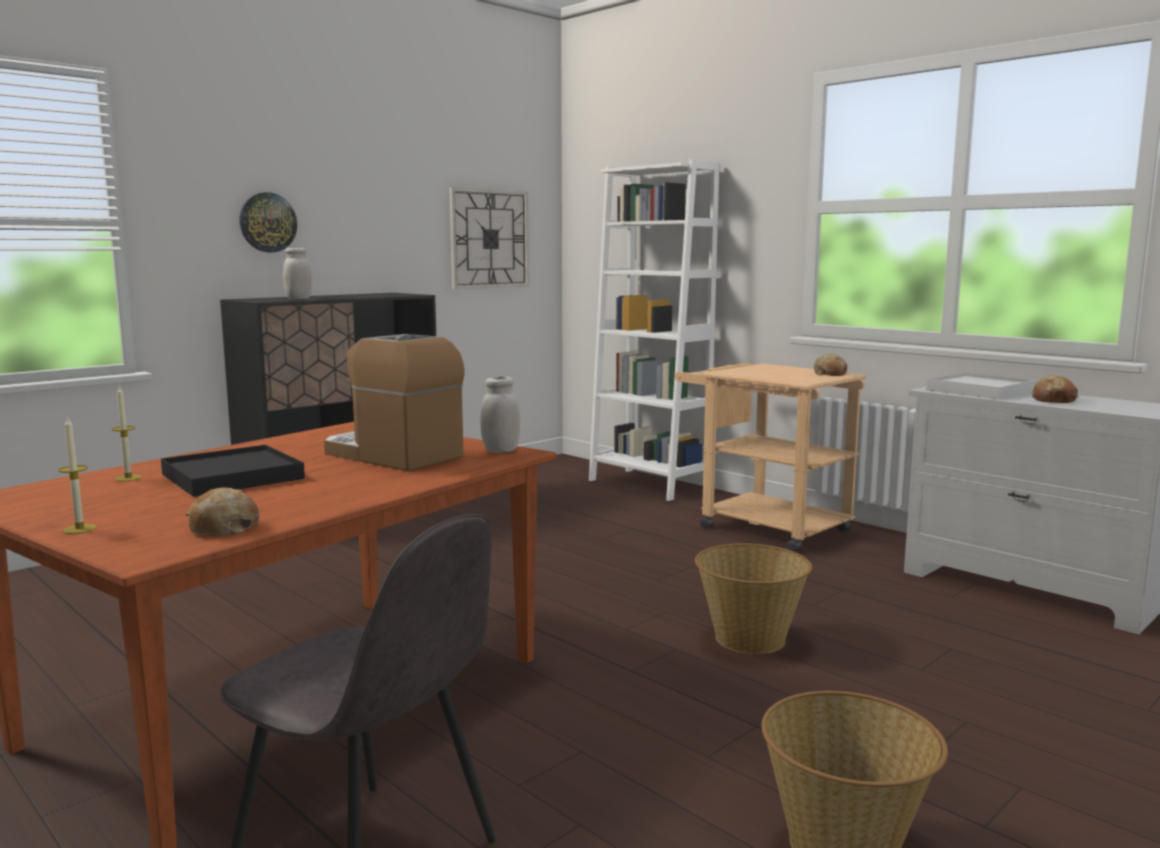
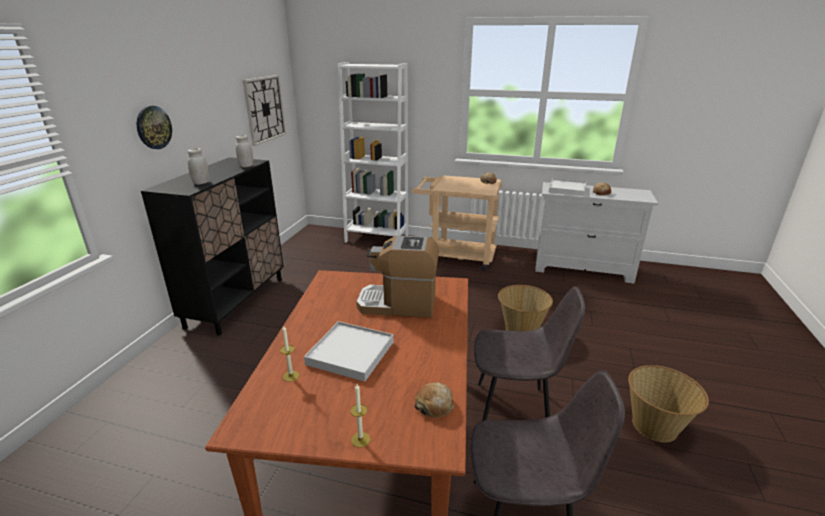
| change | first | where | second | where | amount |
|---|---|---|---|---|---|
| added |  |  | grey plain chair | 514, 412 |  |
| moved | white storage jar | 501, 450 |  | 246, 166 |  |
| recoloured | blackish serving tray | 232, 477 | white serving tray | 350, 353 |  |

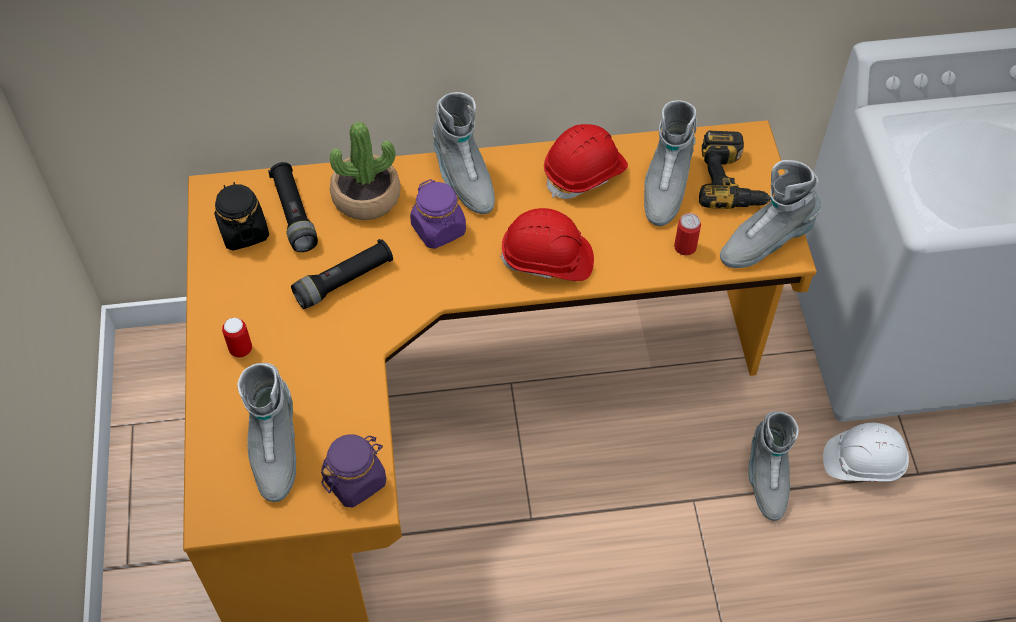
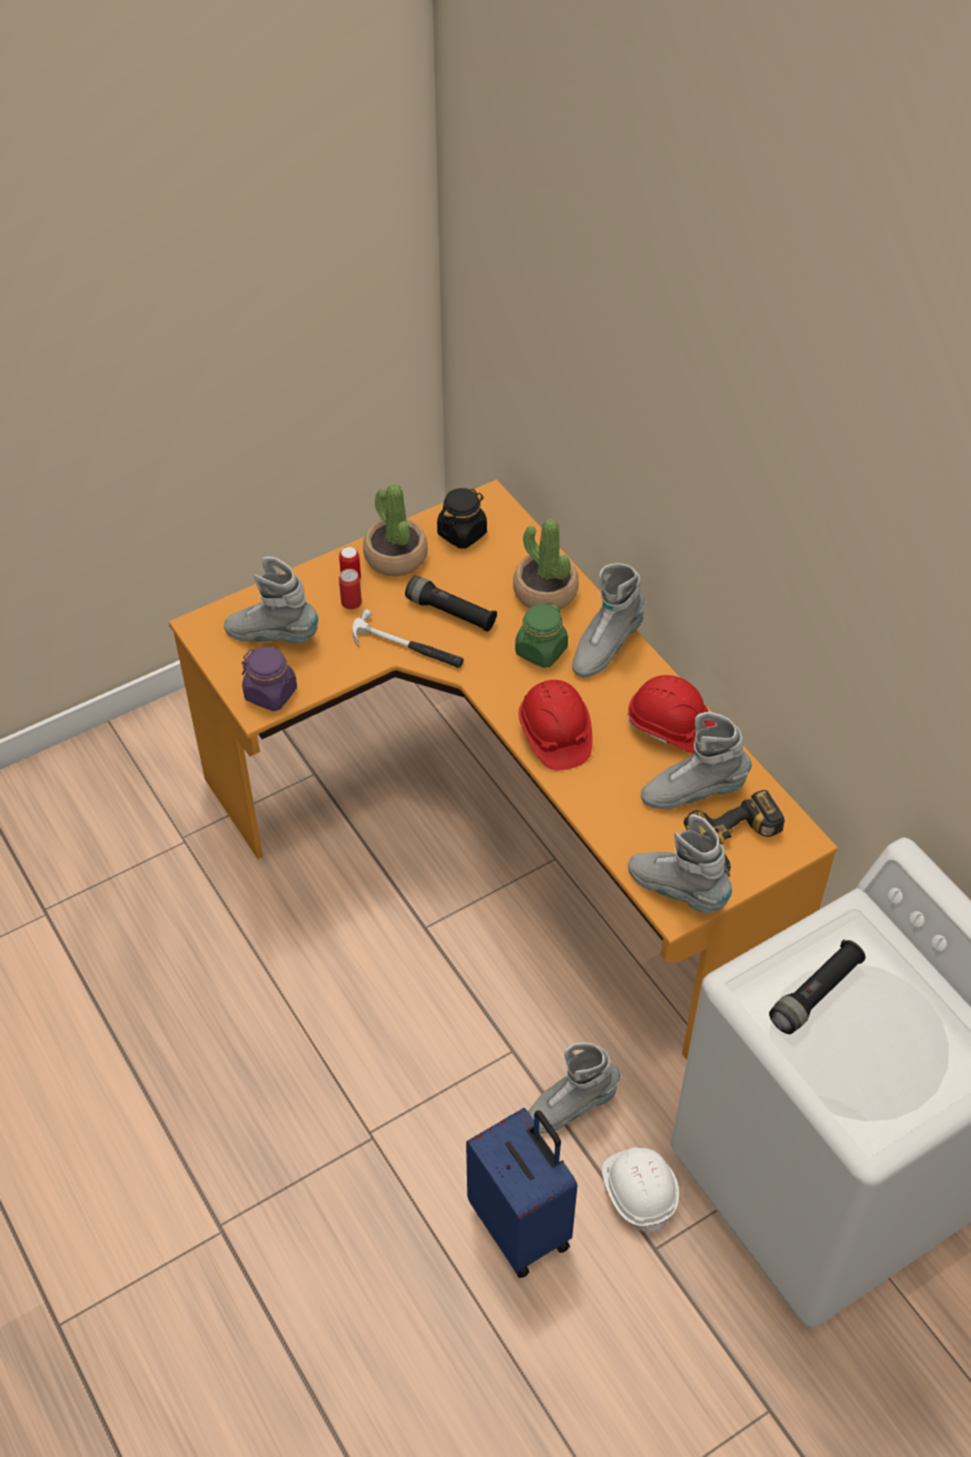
| change | first | where | second | where | amount |
|---|---|---|---|---|---|
| added |  |  | tool hammer | 407, 647 |  |
| added |  |  | potted plant | 395, 557 |  |
| added |  |  | bluish suitcase | 522, 1225 |  |
| moved | blackish hand torch | 294, 214 |  | 815, 994 |  |
| moved | metal can | 685, 247 |  | 351, 602 |  |
| recoloured | purple-coloured storage jar | 439, 229 | green storage jar | 541, 651 |  |
| turned | grey high-top boot | 274, 450 |  | 273, 636 | 45 degrees clockwise |

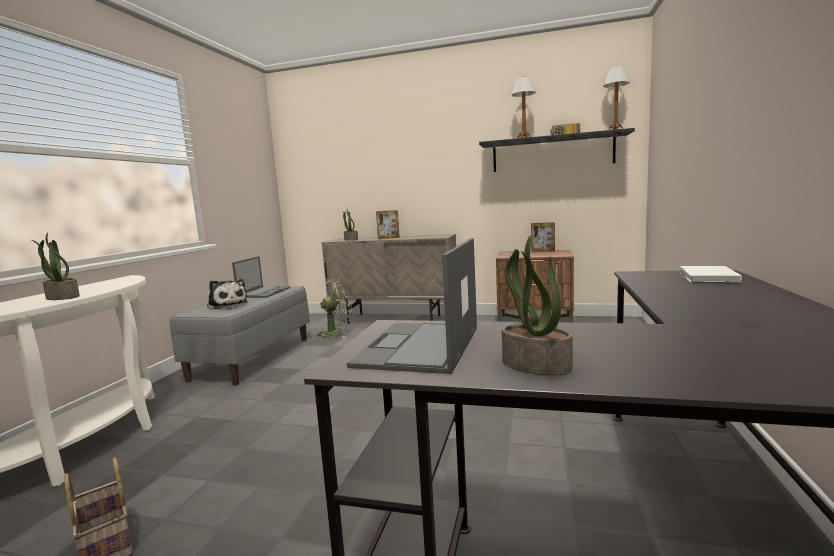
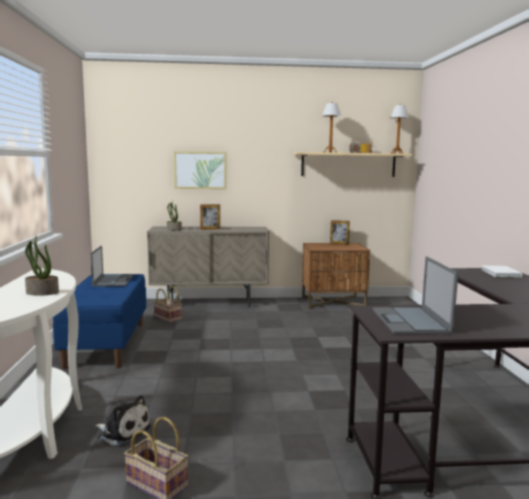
| change | first | where | second | where | amount |
|---|---|---|---|---|---|
| removed | potted plant | 534, 365 |  |  |  |
| added |  |  | wall art | 200, 170 |  |
| moved | cuddly toy | 227, 305 |  | 122, 431 |  |
| replaced | green cooling fan | 336, 333 | basket | 167, 318 |  |
| recoloured | grey bench | 252, 358 | bluish bench | 106, 343 |  |
| recoloured | blackish wall shelf | 552, 153 | beige wall shelf | 348, 164 |  |

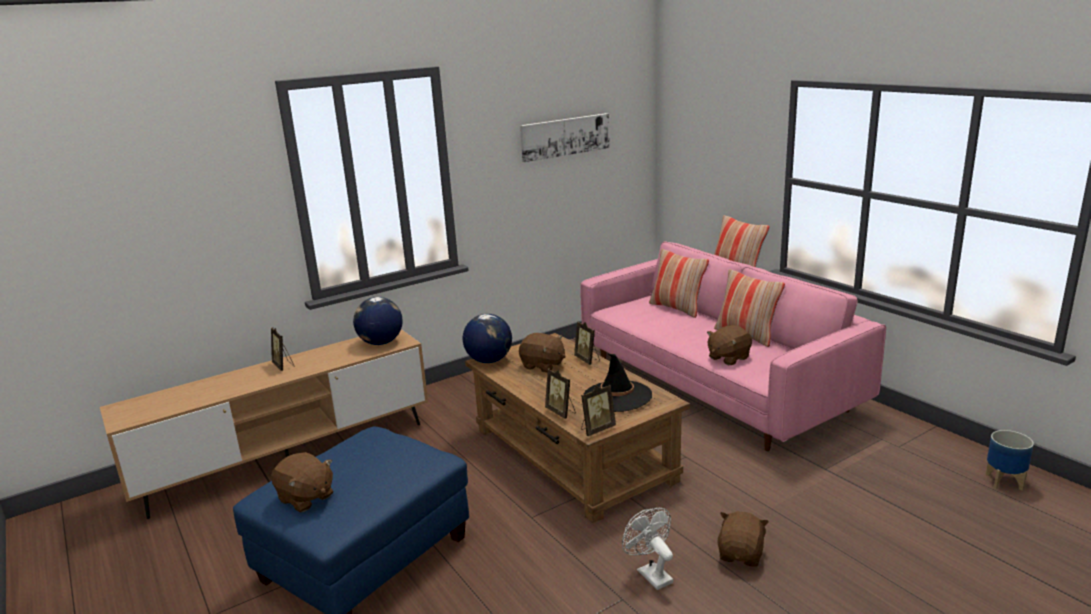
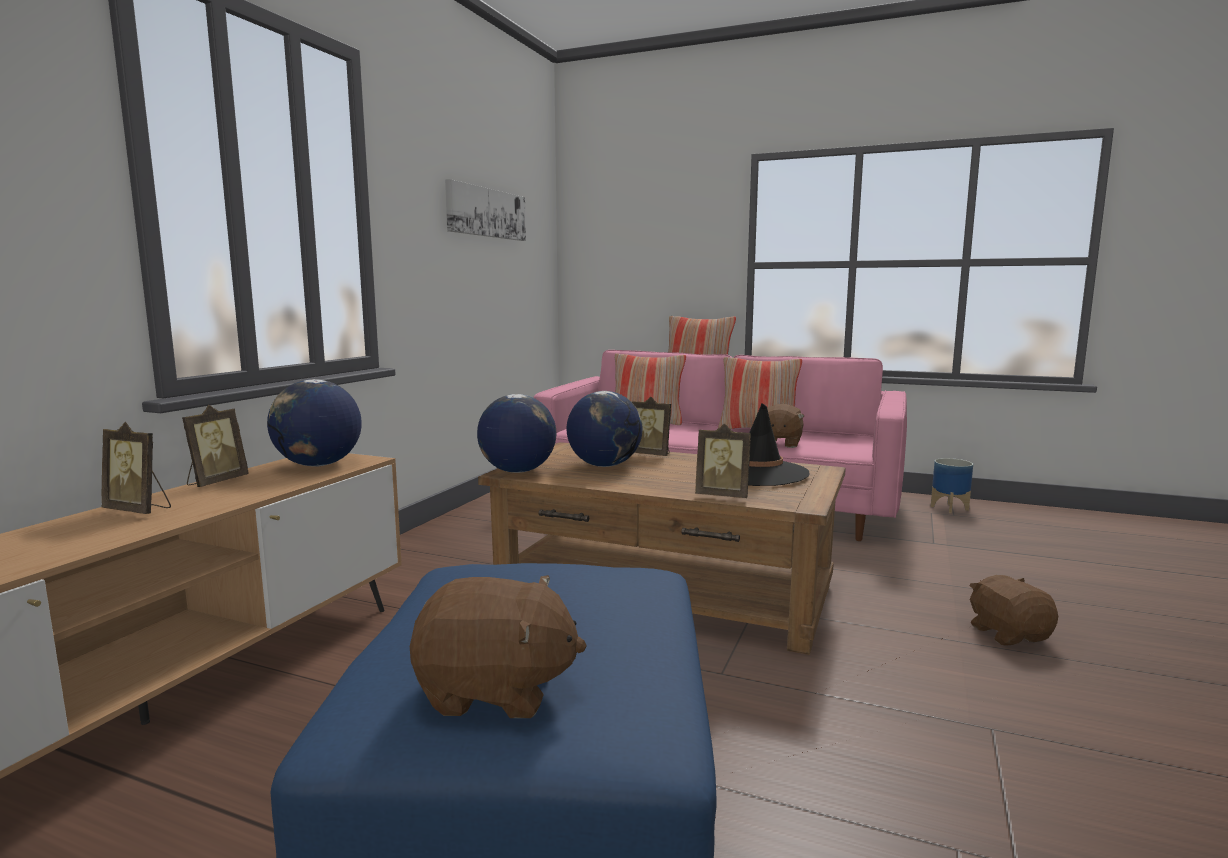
| change | first | where | second | where | amount |
|---|---|---|---|---|---|
| removed | white cooling fan | 650, 574 |  |  |  |
| moved | standing frame | 596, 429 |  | 216, 482 |  |
| moved | planter | 1004, 482 |  | 949, 508 |  |
| replaced | brown-coloured cuddly toy | 543, 365 | desk globe | 604, 465 |  |

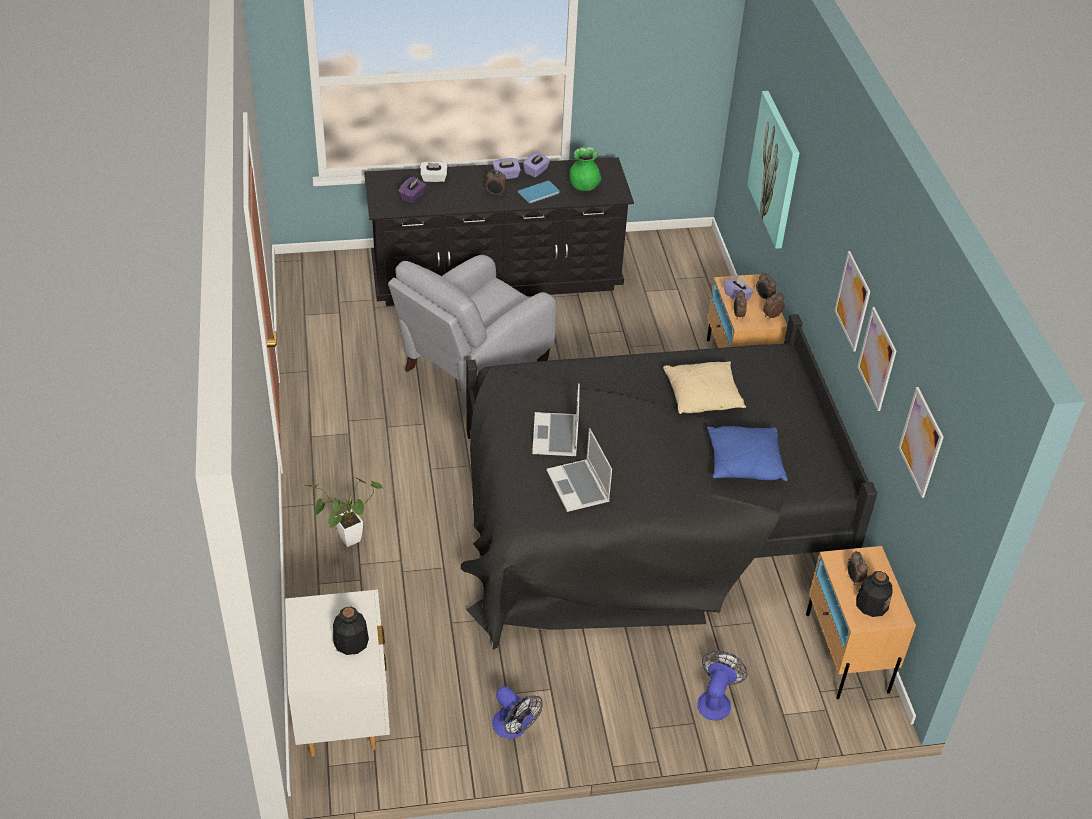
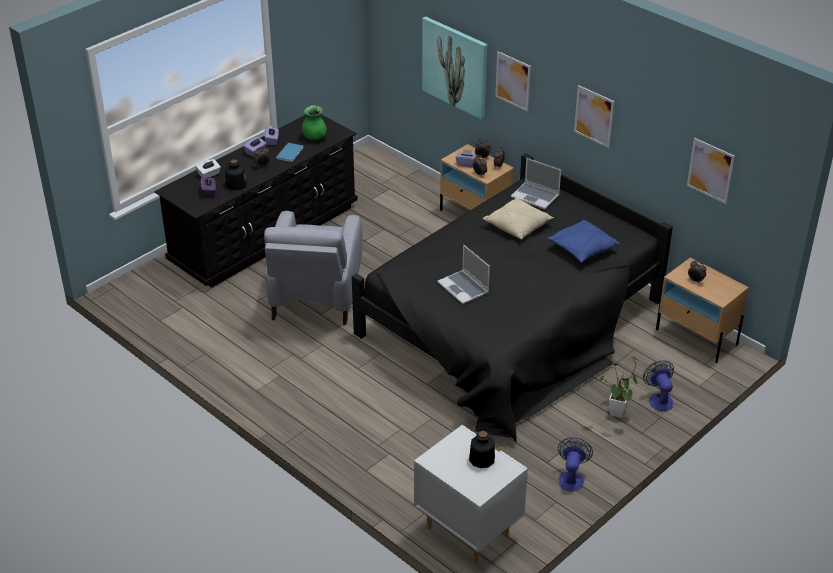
| change | first | where | second | where | amount |
|---|---|---|---|---|---|
| moved | potted plant | 346, 541 |  | 615, 415 |  |
| moved | portable computer | 579, 487 |  | 536, 196 |  |
| moved | beverage bottle | 871, 604 |  | 236, 185 |  |
| moved | wall art | 877, 359 |  | 513, 81 |  |
| turned | cooling fan | 514, 728 |  | 571, 477 | 90 degrees counterclockwise |

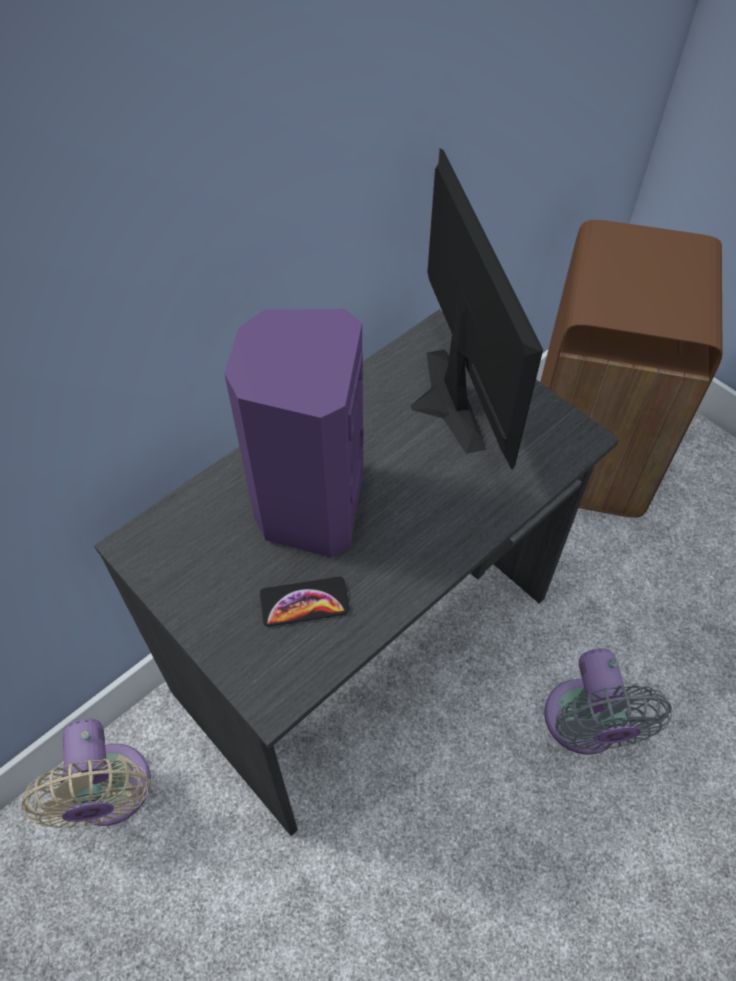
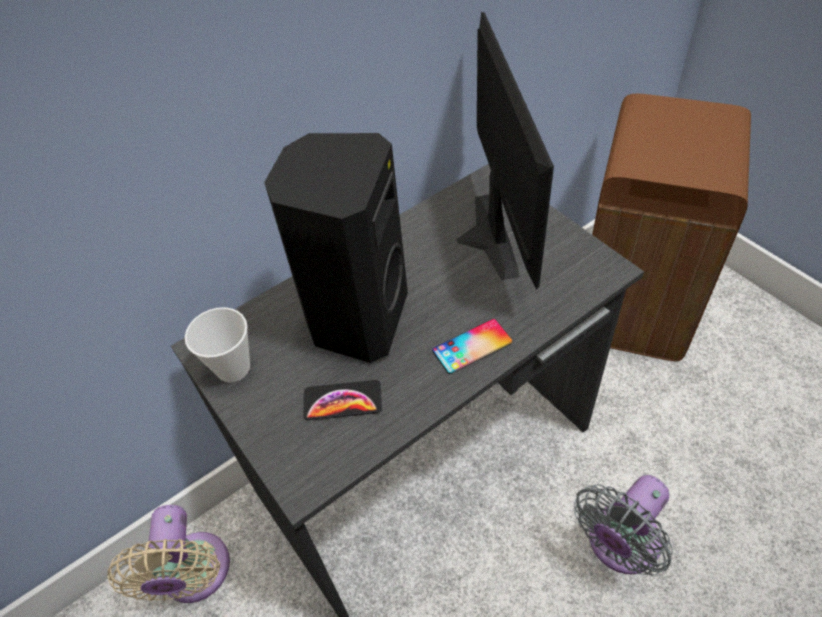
| change | first | where | second | where | amount |
|---|---|---|---|---|---|
| added |  |  | small cup | 233, 368 |  |
| added |  |  | telephone | 472, 346 |  |
| recoloured | purple-coloured speaker | 308, 505 | blackish speaker | 356, 319 |  |
| turned | grey cooling fan | 584, 726 |  | 619, 545 | 45 degrees clockwise |

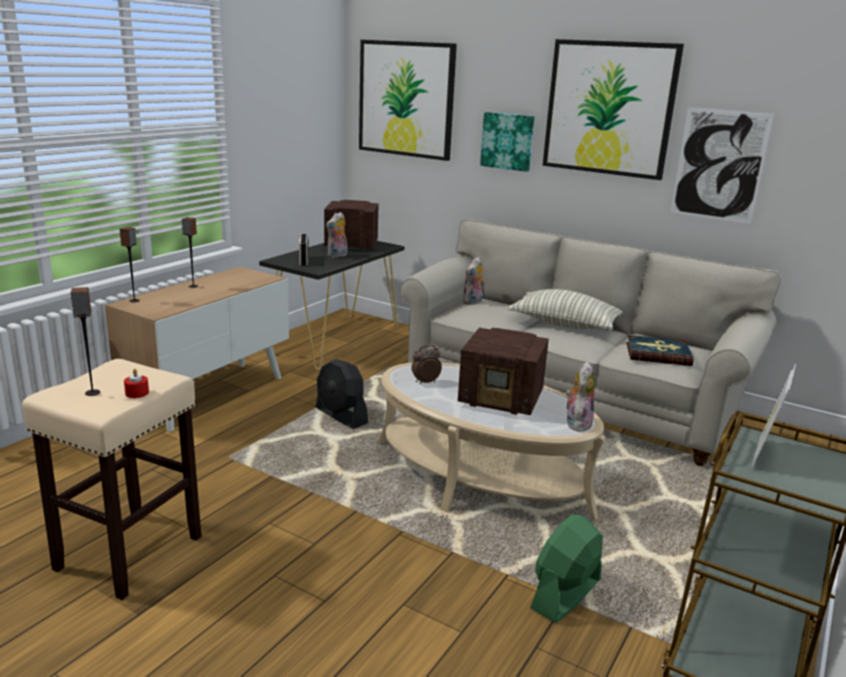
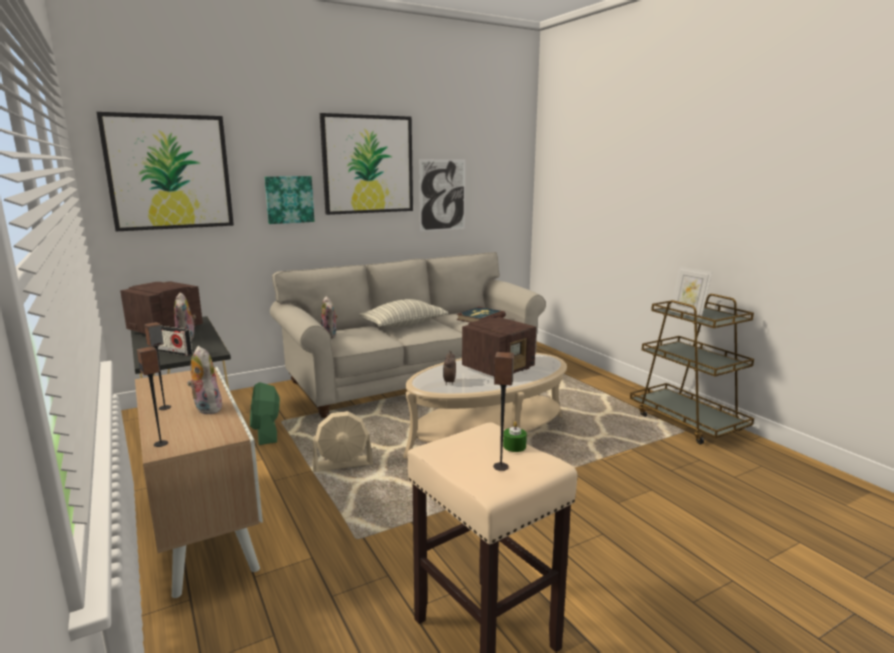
| change | first | where | second | where | amount |
|---|---|---|---|---|---|
| moved | green cooling fan | 565, 595 |  | 266, 433 |  |
| moved | cuddly toy | 577, 423 |  | 206, 408 |  |
| recoloured | red candle | 137, 393 | green candle | 514, 446 |  |
| recoloured | blackish cooling fan | 341, 416 | beige cooling fan | 343, 464 |  |

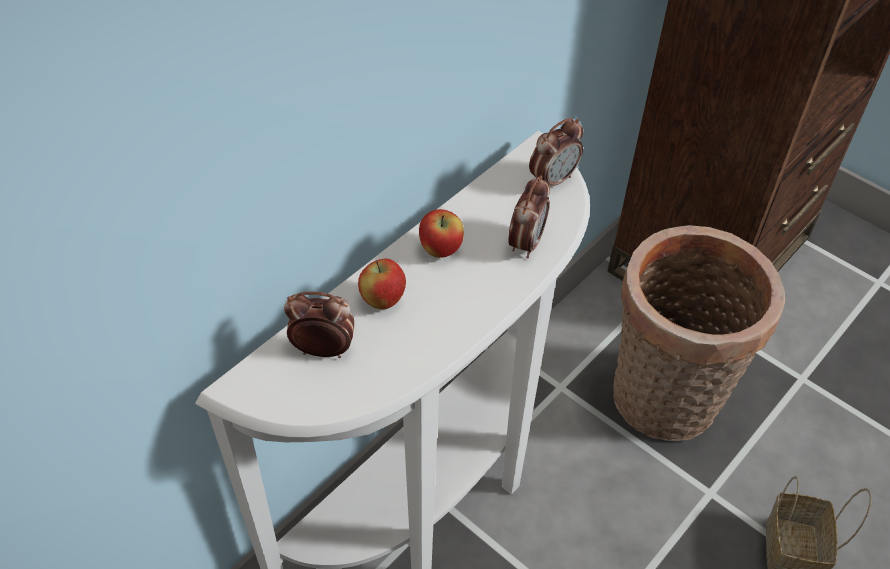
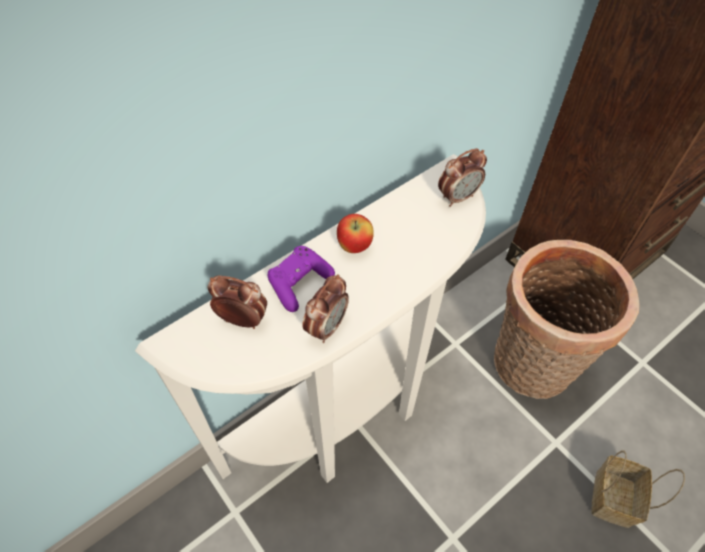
| change | first | where | second | where | amount |
|---|---|---|---|---|---|
| moved | table clock | 526, 243 |  | 327, 327 |  |
| replaced | whole apple | 383, 300 | purple-coloured game controller | 299, 283 |  |

